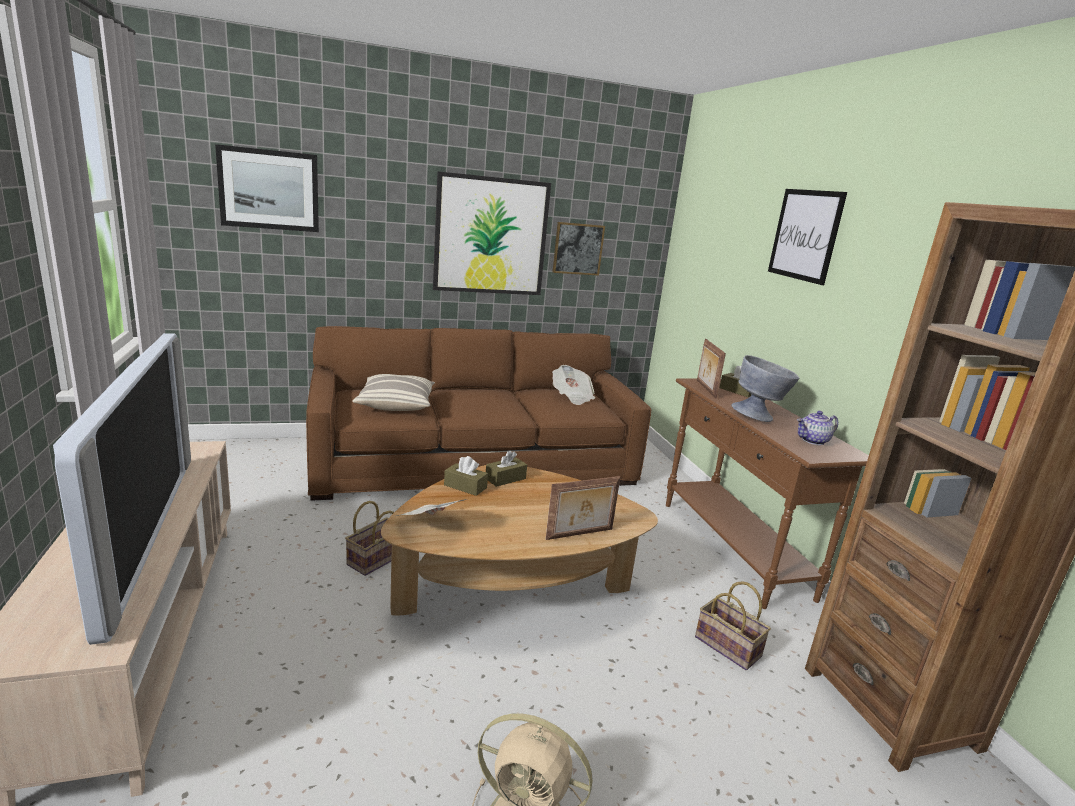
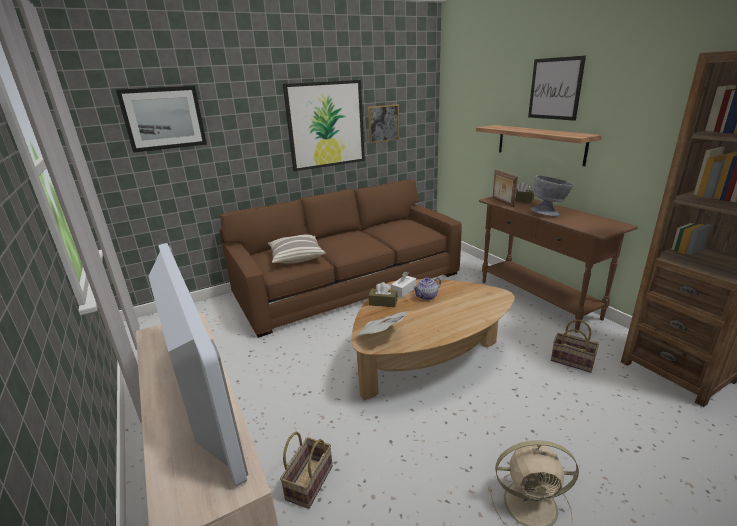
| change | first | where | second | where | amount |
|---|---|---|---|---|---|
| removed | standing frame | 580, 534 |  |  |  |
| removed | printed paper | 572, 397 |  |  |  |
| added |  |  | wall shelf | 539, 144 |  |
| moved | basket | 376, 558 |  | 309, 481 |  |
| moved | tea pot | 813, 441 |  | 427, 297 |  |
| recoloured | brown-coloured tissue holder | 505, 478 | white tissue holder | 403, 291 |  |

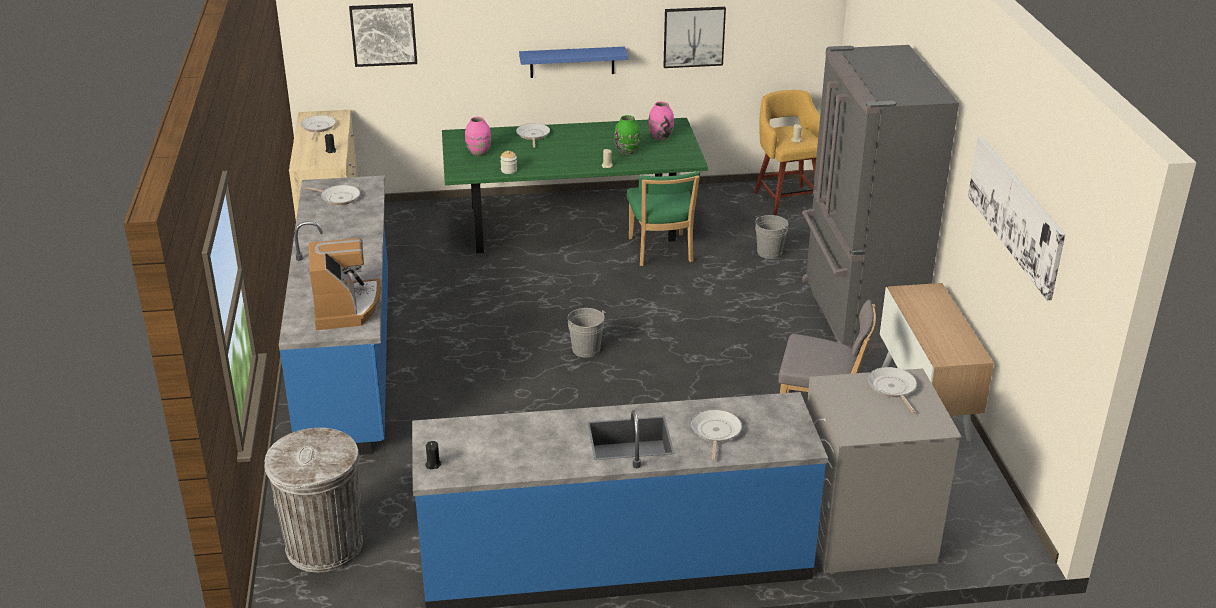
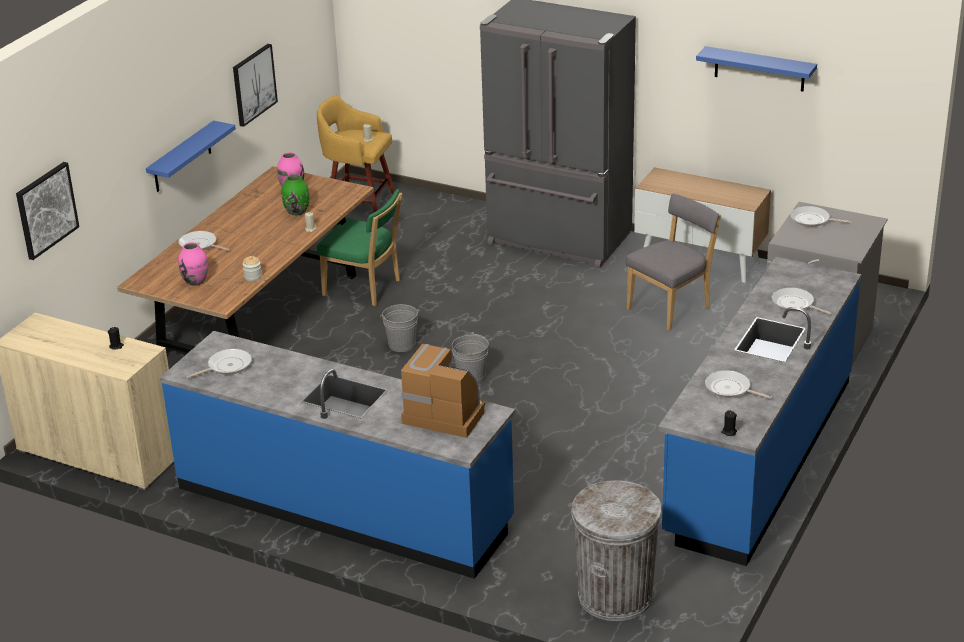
| change | first | where | second | where | amount |
|---|---|---|---|---|---|
| moved | skillet | 318, 128 |  | 730, 389 |  |
| moved | grey water bucket | 769, 252 |  | 401, 344 |  |
| replaced | wall art | 1015, 213 | bluish wall shelf | 759, 69 |  |
| recoloured | green dinner table | 572, 224 | brown-coloured dinner table | 260, 315 |  |

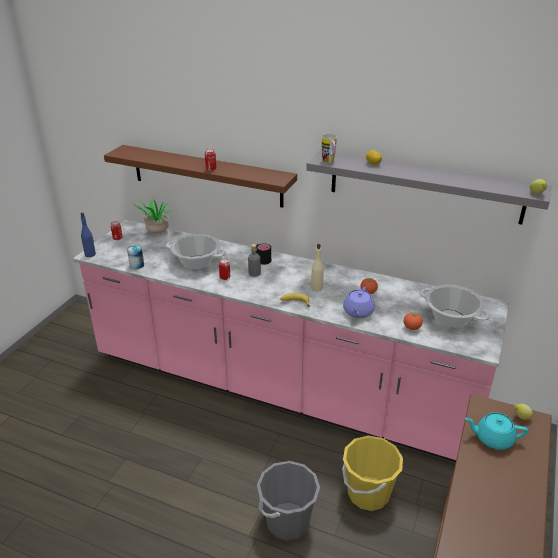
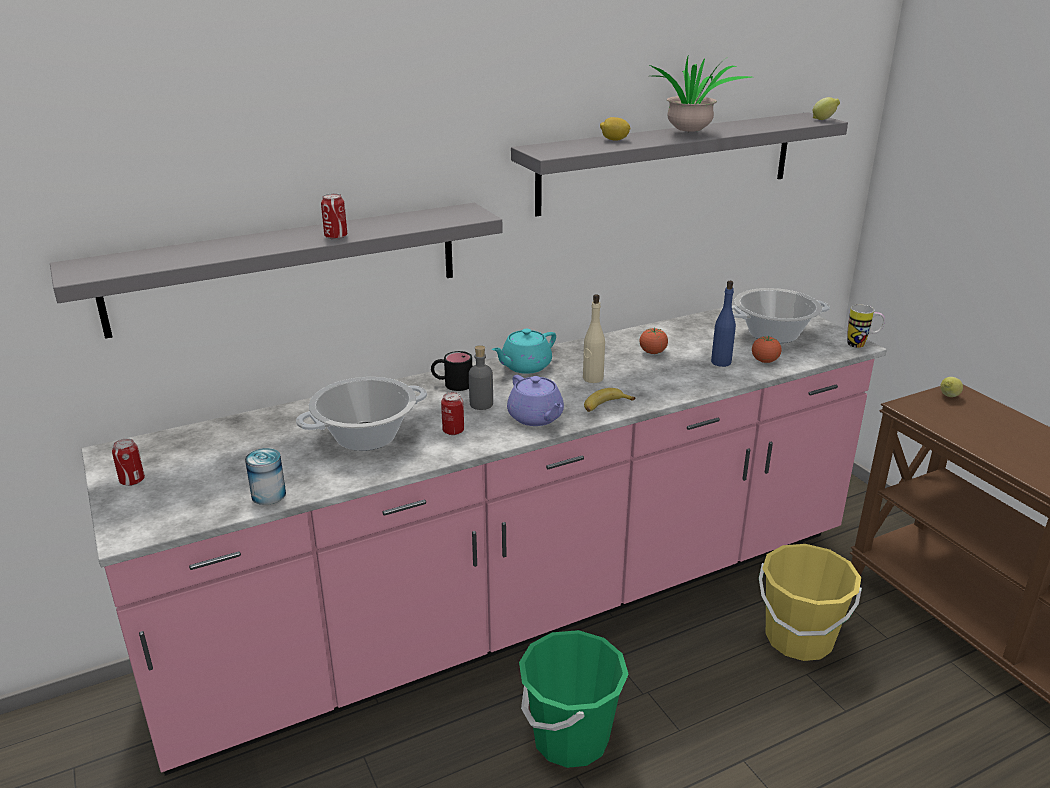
| change | first | where | second | where | amount |
|---|---|---|---|---|---|
| removed | grey water bucket | 287, 521 |  |  |  |
| added |  |  | green water bucket | 570, 738 |  |
| moved | bluish beverage bottle | 90, 254 |  | 721, 362 |  |
| moved | potted plant | 156, 233 |  | 689, 134 |  |
| moved | coffee mug | 329, 162 |  | 861, 345 |  |
| moved | purple-coloured tea pot | 358, 312 |  | 536, 417 |  |
| moved | turquoise tea pot | 492, 439 |  | 525, 366 |  |
| recoloured | brown-coloured wall shelf | 206, 176 | grey wall shelf | 287, 267 |  |

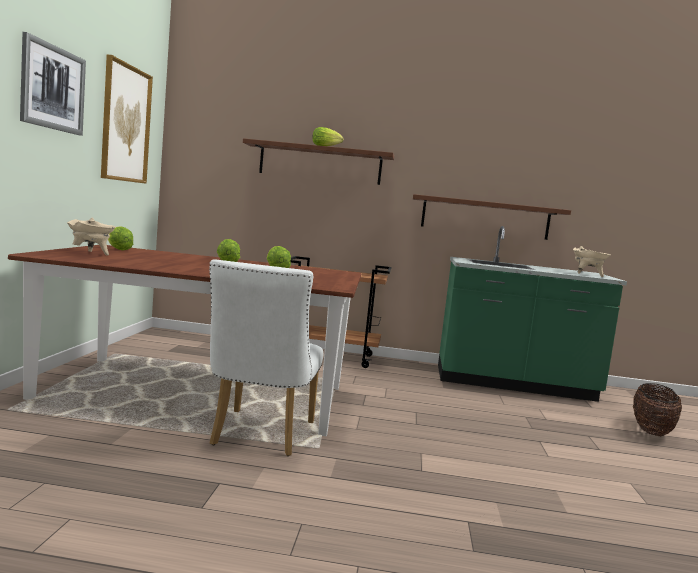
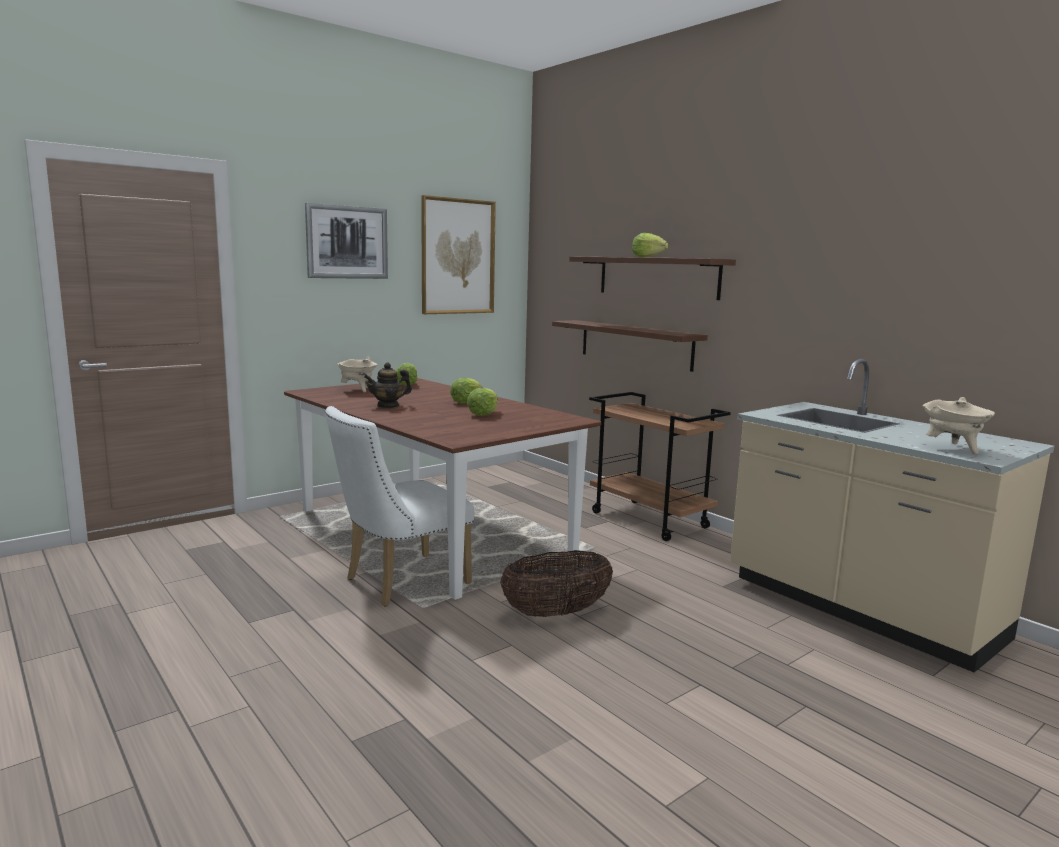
| change | first | where | second | where | amount |
|---|---|---|---|---|---|
| added |  |  | tea pot | 388, 406 |  |
| moved | brown-coloured wall shelf | 485, 217 |  | 635, 344 |  |
| moved | basket | 652, 431 |  | 556, 613 |  |
| recoloured | green kitchen base unit | 514, 384 | beige kitchen base unit | 859, 609 |  |

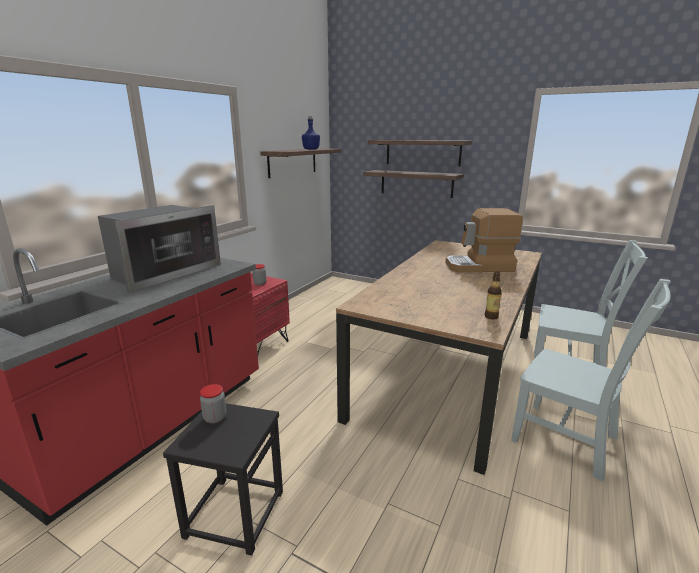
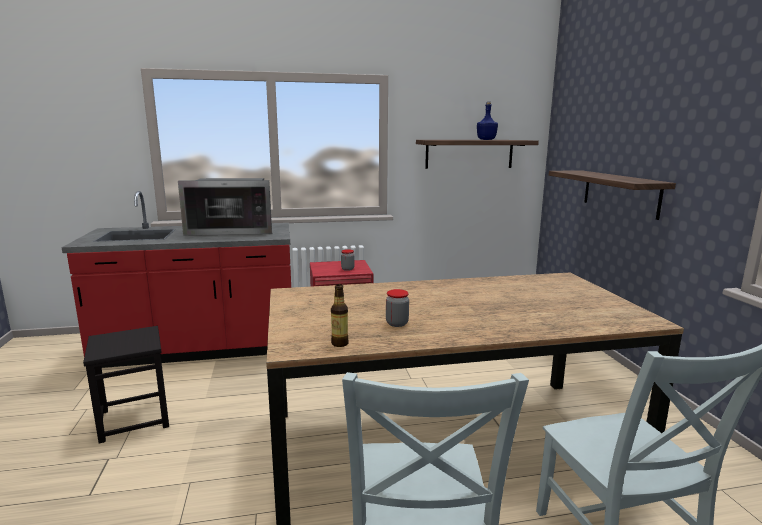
| change | first | where | second | where | amount |
|---|---|---|---|---|---|
| removed | wall shelf | 422, 152 |  |  |  |
| removed | coffee brewer | 479, 267 |  |  |  |
| moved | storage jar | 215, 418 |  | 397, 323 |  |

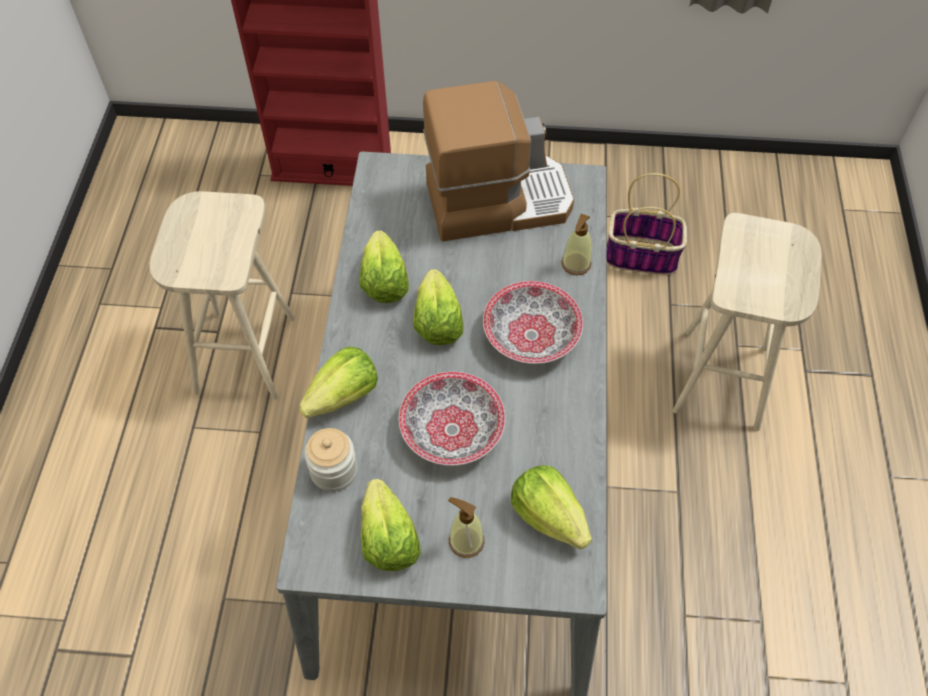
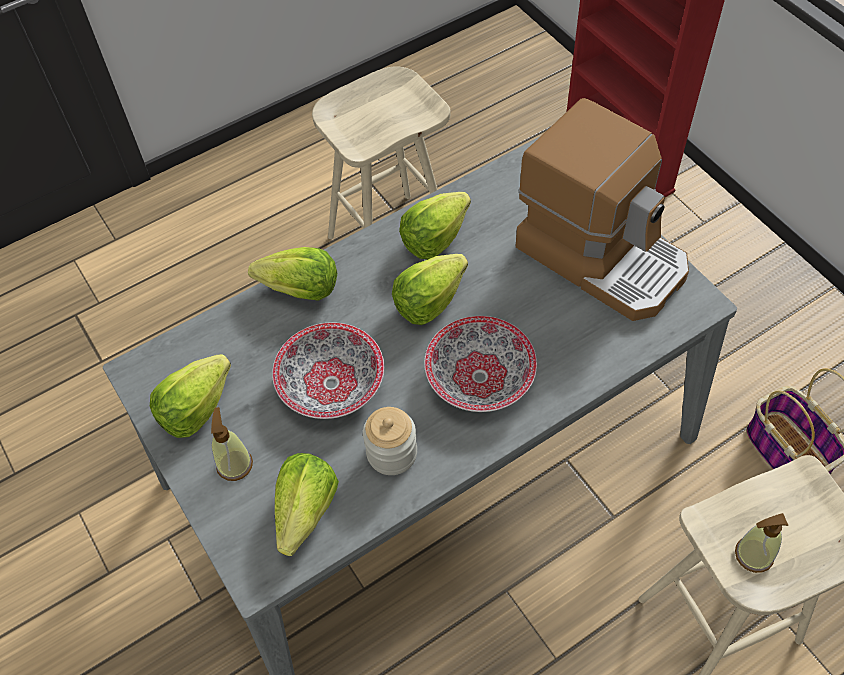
| change | first | where | second | where | amount |
|---|---|---|---|---|---|
| moved | storage jar | 334, 471 |  | 392, 453 |  |
| moved | liquid soap bottle | 576, 264 |  | 753, 555 |  |

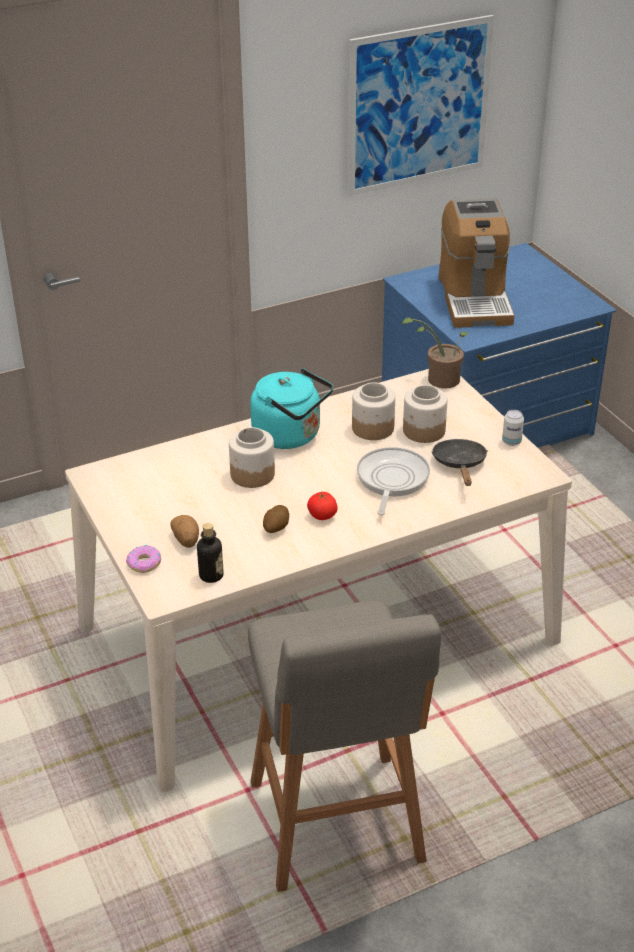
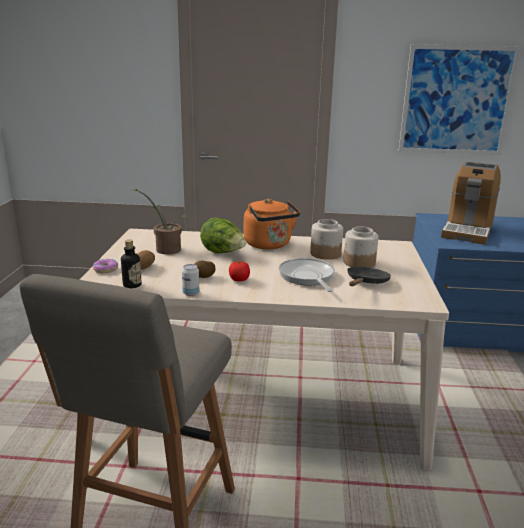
| change | first | where | second | where | amount |
|---|---|---|---|---|---|
| moved | potted plant | 438, 380 |  | 165, 249 |  |
| moved | metal can | 511, 441 |  | 191, 293 |  |
| replaced | storage jar | 252, 474 | head of lettuce | 223, 253 |  |
| recoloured | turquoise kettle | 291, 436 | orange kettle | 269, 245 |  |
| turned | skillet | 391, 480 |  | 307, 277 | 60 degrees counterclockwise |

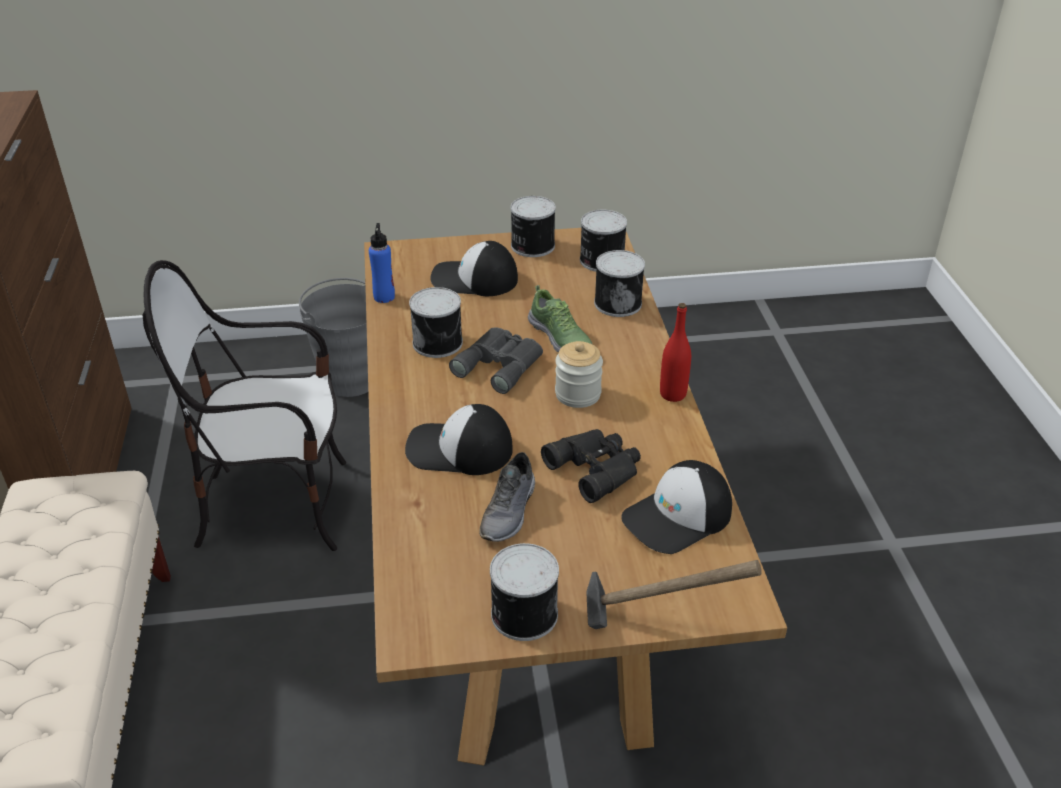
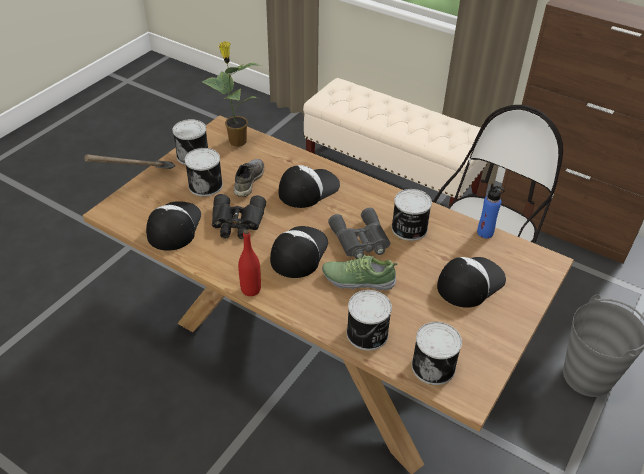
| change | first | where | second | where | amount |
|---|---|---|---|---|---|
| added |  |  | potted plant | 236, 141 |  |
| moved | metal can | 531, 246 |  | 206, 185 |  |
| replaced | storage jar | 578, 394 | peaked cap | 298, 252 |  |
| turned | grey item of footwear | 510, 512 |  | 248, 181 | 45 degrees clockwise |

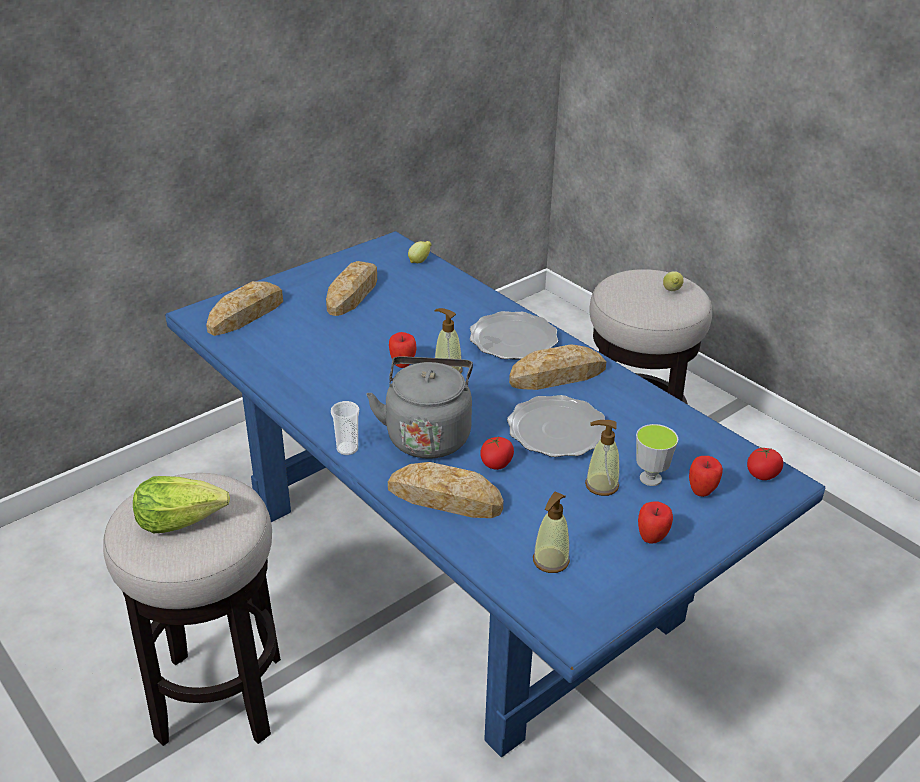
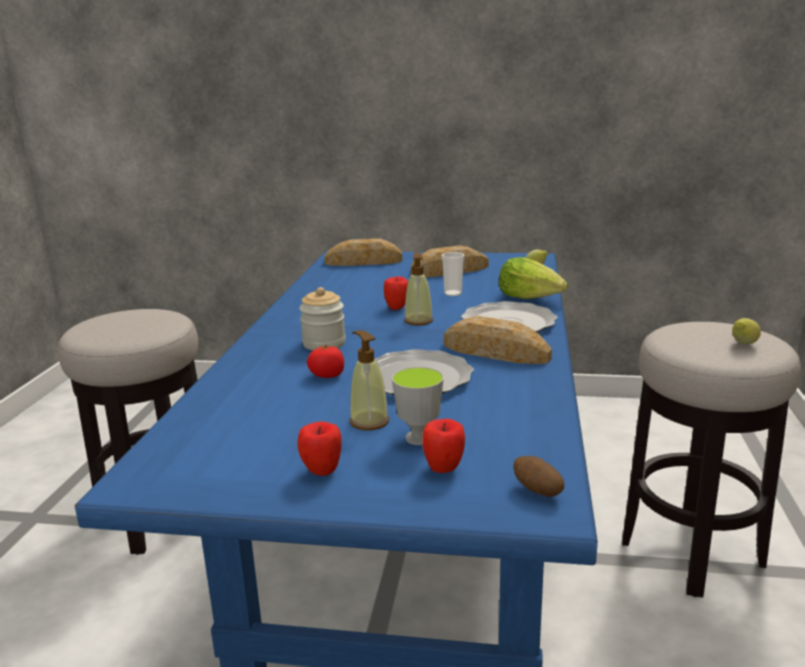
| change | first | where | second | where | amount |
|---|---|---|---|---|---|
| removed | bread | 445, 498 |  |  |  |
| removed | liquid soap bottle | 550, 561 |  |  |  |
| moved | head of lettuce | 180, 519 |  | 530, 297 |  |
| moved | small cup | 347, 448 |  | 453, 293 |  |
| replaced | grey kettle | 428, 435 | storage jar | 324, 343 |  |
| replaced | whole tomato | 762, 475 | potato | 537, 491 |  |

